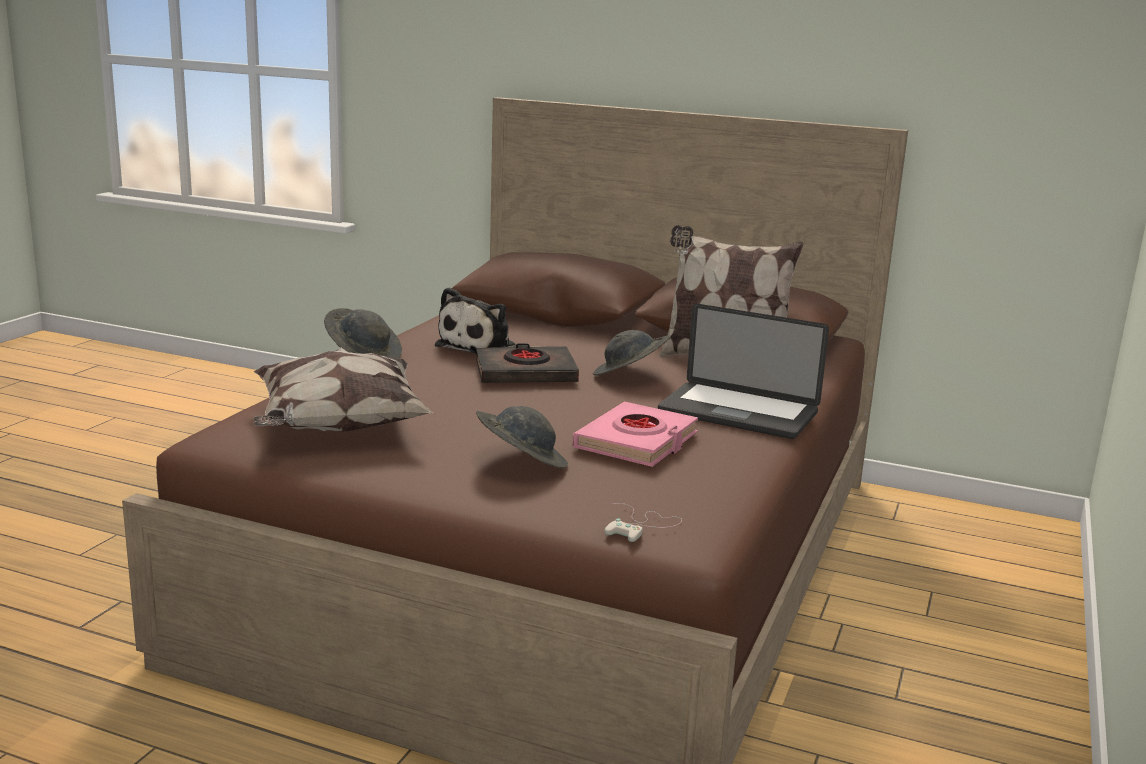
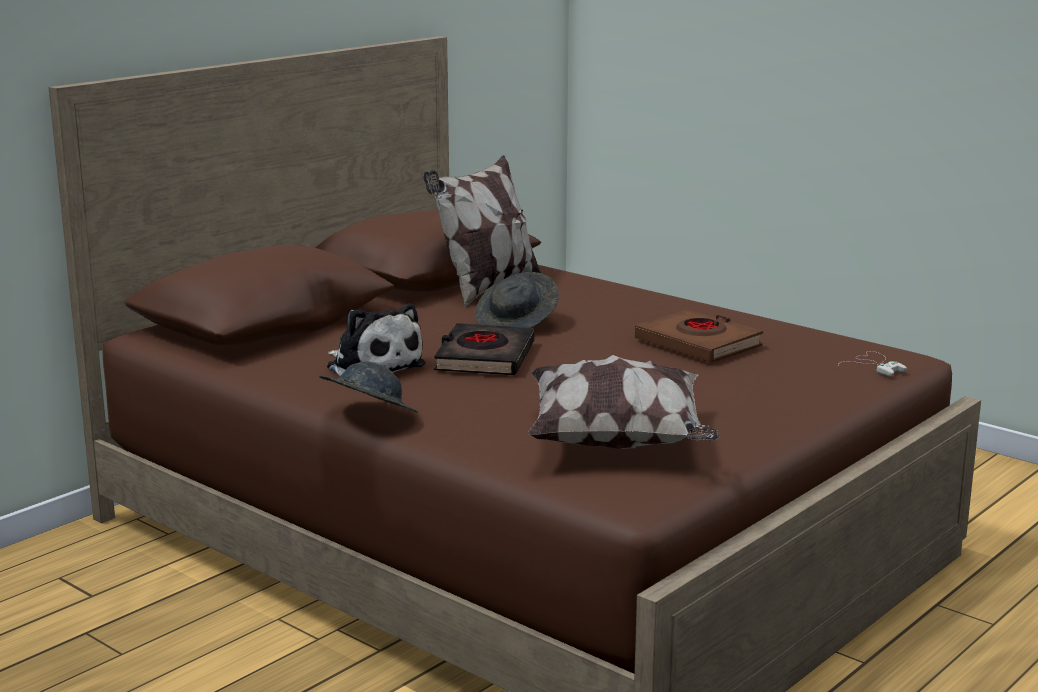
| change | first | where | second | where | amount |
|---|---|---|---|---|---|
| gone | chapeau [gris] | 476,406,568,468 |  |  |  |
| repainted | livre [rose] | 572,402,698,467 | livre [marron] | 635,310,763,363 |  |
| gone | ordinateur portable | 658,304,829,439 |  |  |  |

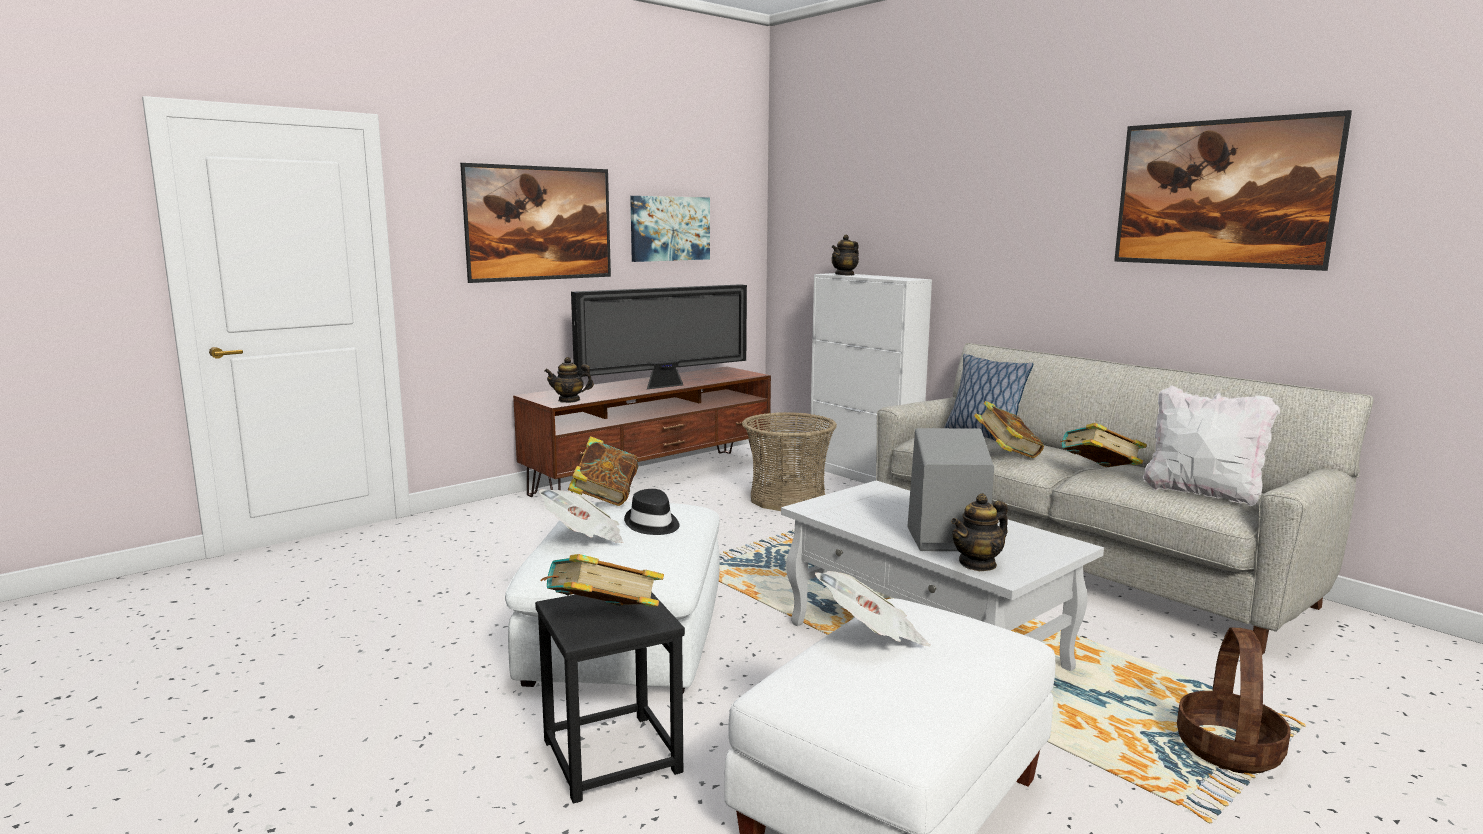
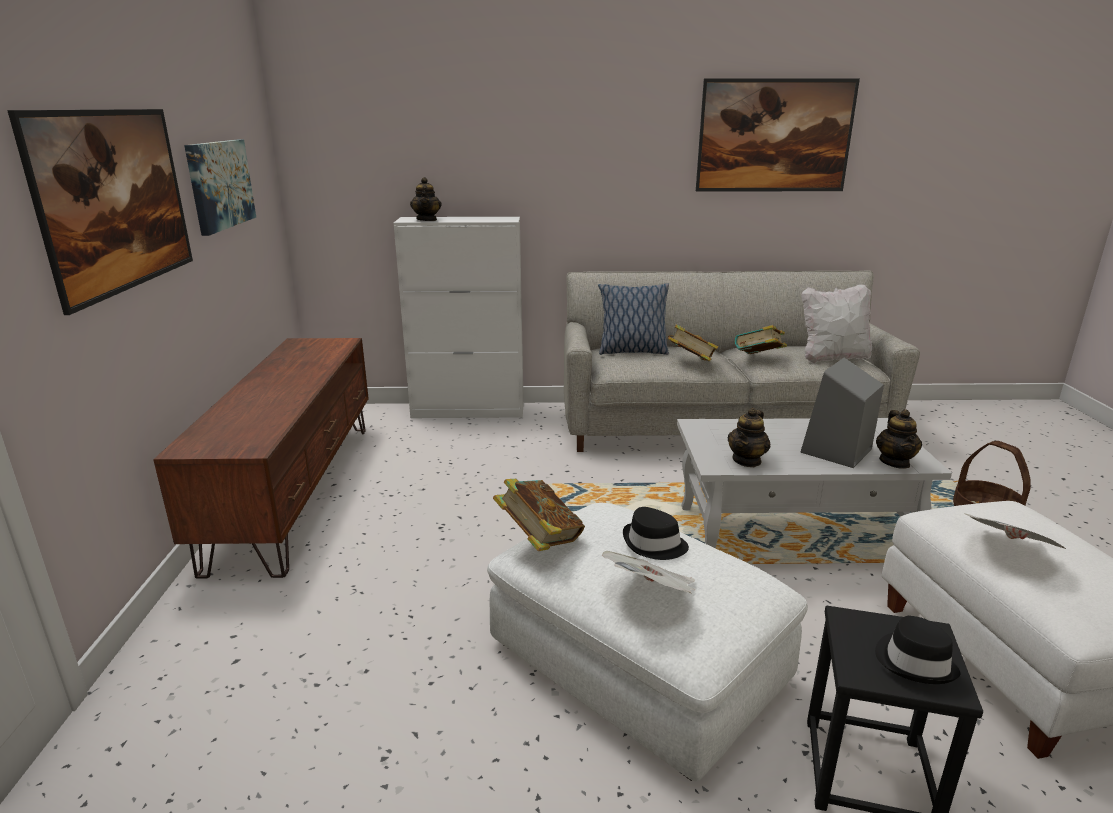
| change | first | where | second | where | amount |
|---|---|---|---|---|---|
| swapped | livre | 540,554,664,606 | chapeau [noir] | 875,616,960,684 |  |
| shifted | théière | 545,357,594,403 |  | 727,408,770,467 |  |
| gone | téléviseur | 571,284,747,389 |  |  |  |
| gone | panier | 742,412,837,511 |  |  |  |

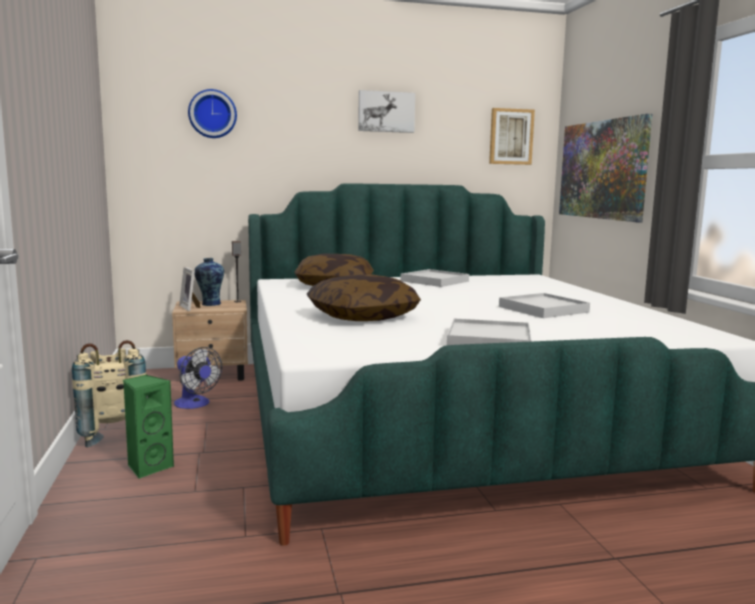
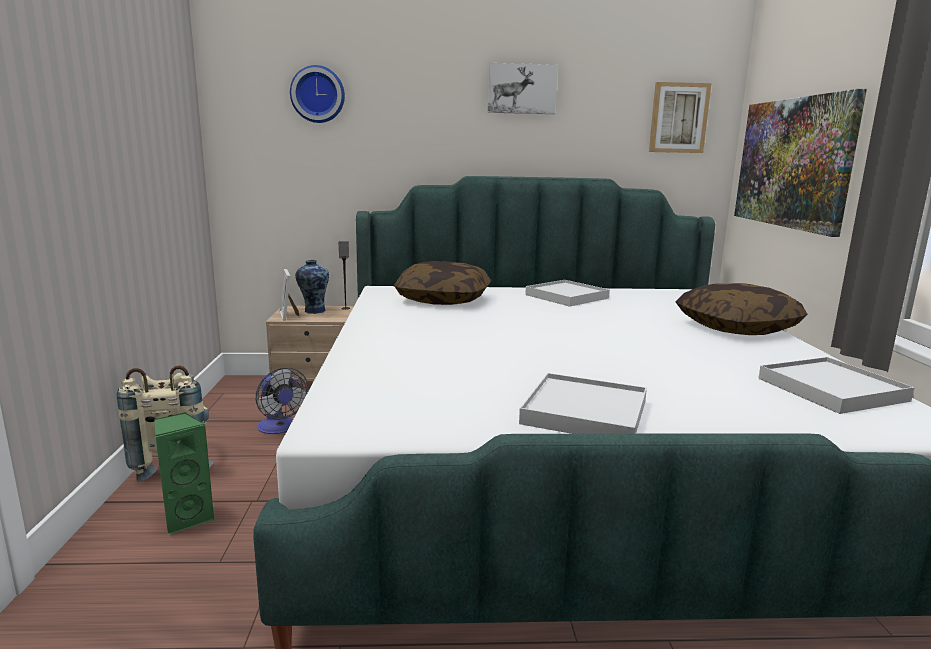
| change | first | where | second | where | amount |
|---|---|---|---|---|---|
| shifted | coussin | 307,274,421,321 |  | 675,283,807,335 |  |
| shifted | plateau [blanc] | 499,293,590,318 |  | 758,357,915,414 |  |

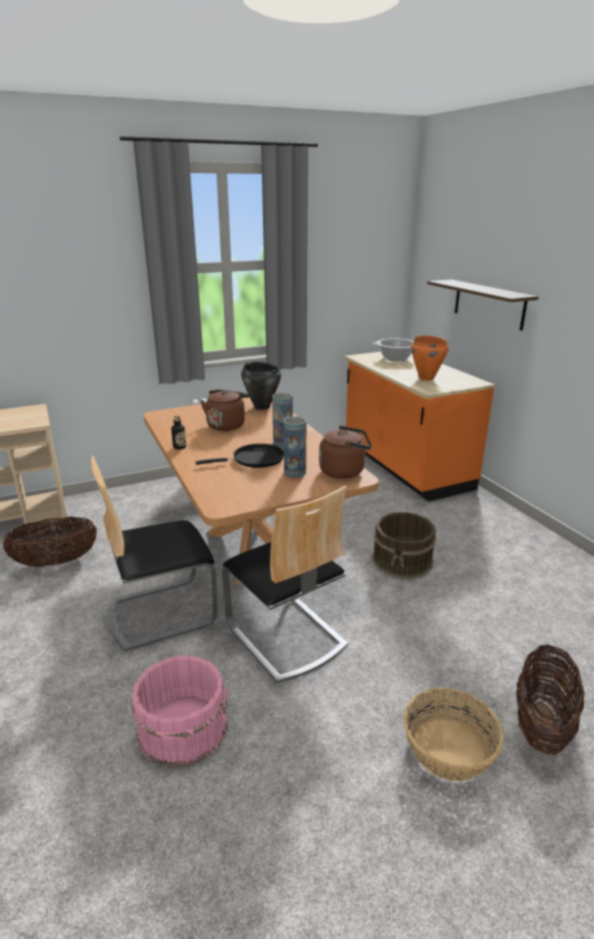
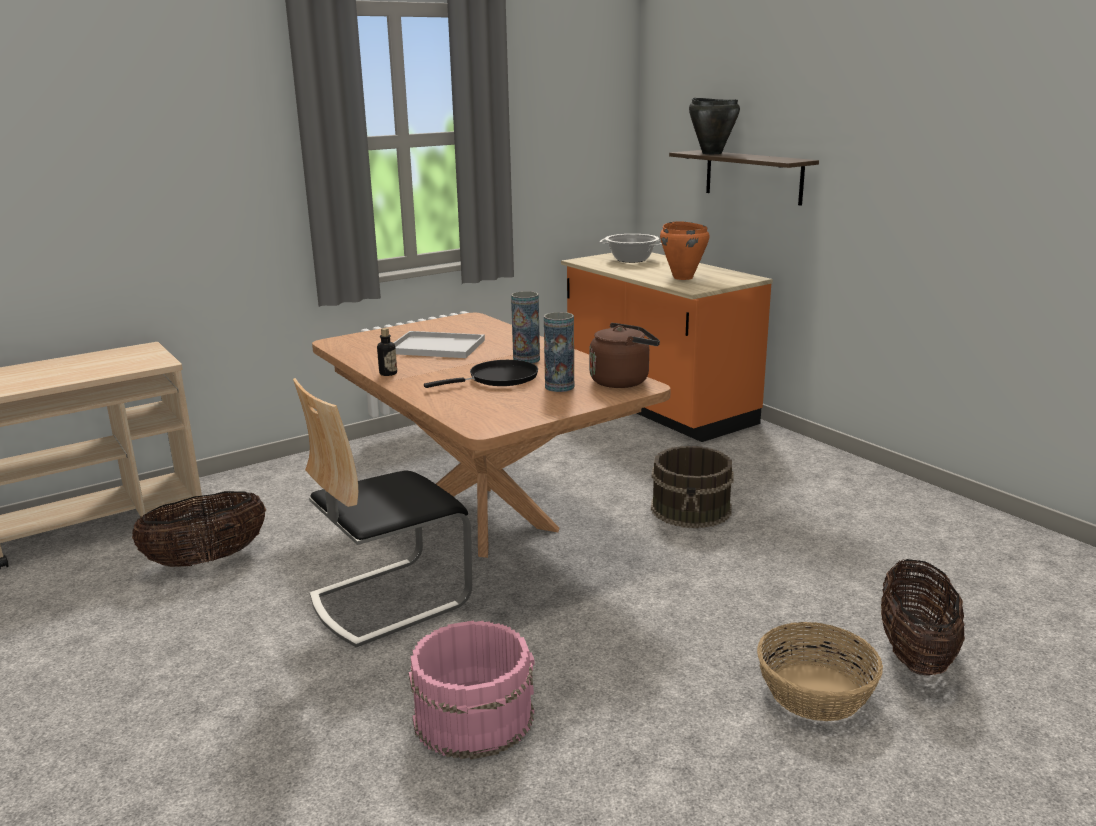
| change | first | where | second | where | amount |
|---|---|---|---|---|---|
| swapped | bouilloire [marron] | 200,390,250,431 | plateau [blanc] | 394,331,485,358 |  |
| gone | chaise | 222,486,348,683 |  |  |  |
| shifted | marmite [noir] | 241,362,281,410 |  | 689,98,740,154 |  |

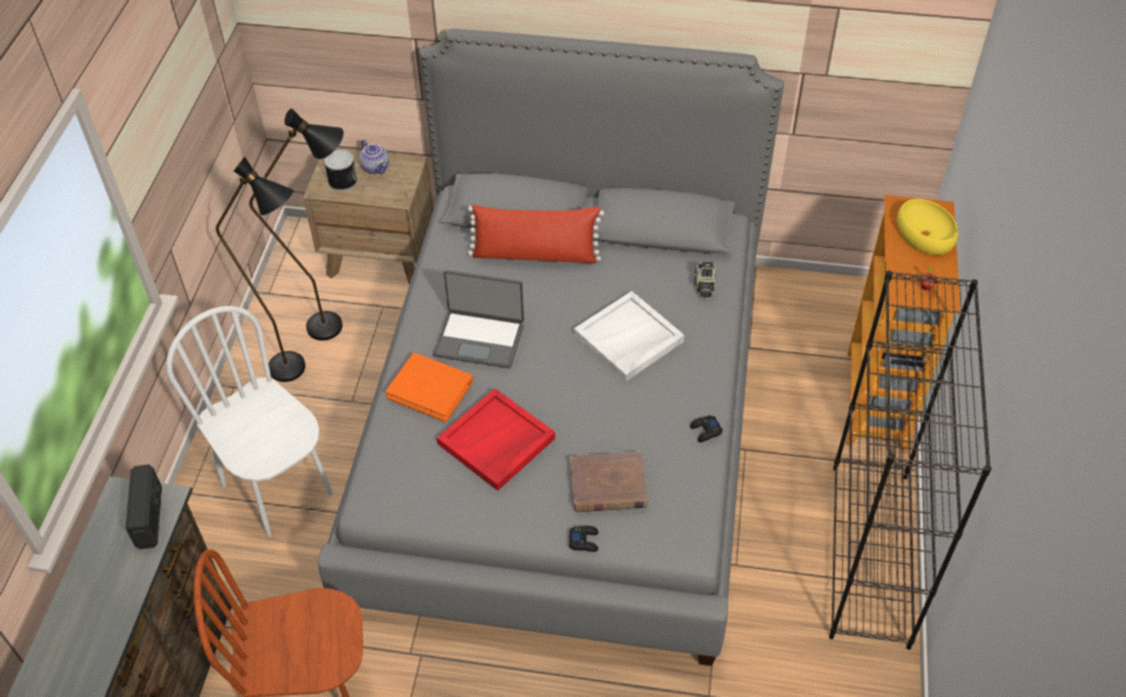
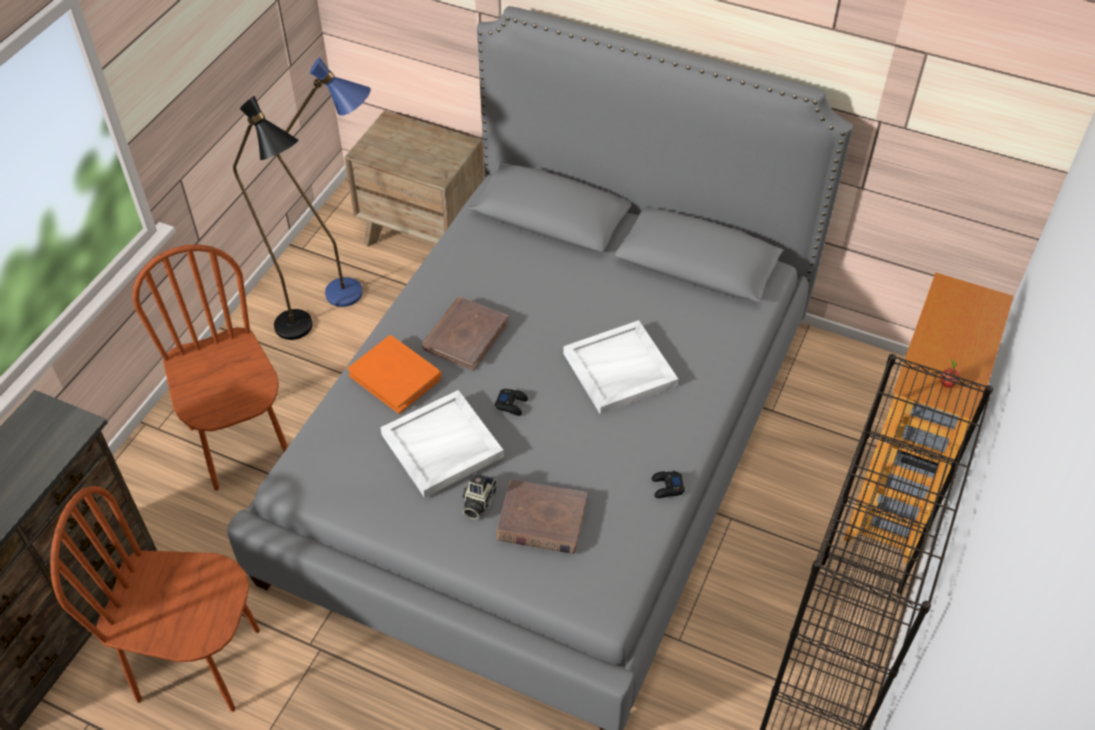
| change | first | where | second | where | amount |
|---|---|---|---|---|---|
| gone | radio | 125,464,162,549 |  |  |  |
| repainted | chaise [blanc] | 166,306,333,537 | chaise [marron] | 132,244,288,491 |  |
| repainted | lampadaire [noir] | 249,108,344,341 | lampadaire [bleu] | 276,57,371,307 |  |
| gone | boîte métallique | 324,149,358,191 |  |  |  |
| gone | théière | 359,139,389,174 |  |  |  |
| swapped | ordinateur portable | 433,270,524,368 | livre [marron] | 422,297,508,371 |  |
| repainted | plateau [rouge] | 437,388,555,491 | plateau [blanc] | 380,390,504,498 |  |
| gone | coussin [rouge] | 468,204,604,263 |  |  |  |
| shifted | manette [noir] | 569,526,598,552 |  | 495,389,528,416 |  |
| shifted | appareil photo | 694,262,716,299 |  | 462,473,497,519 |  |
| gone | bol [jaune] | 897,199,958,255 |  |  |  |

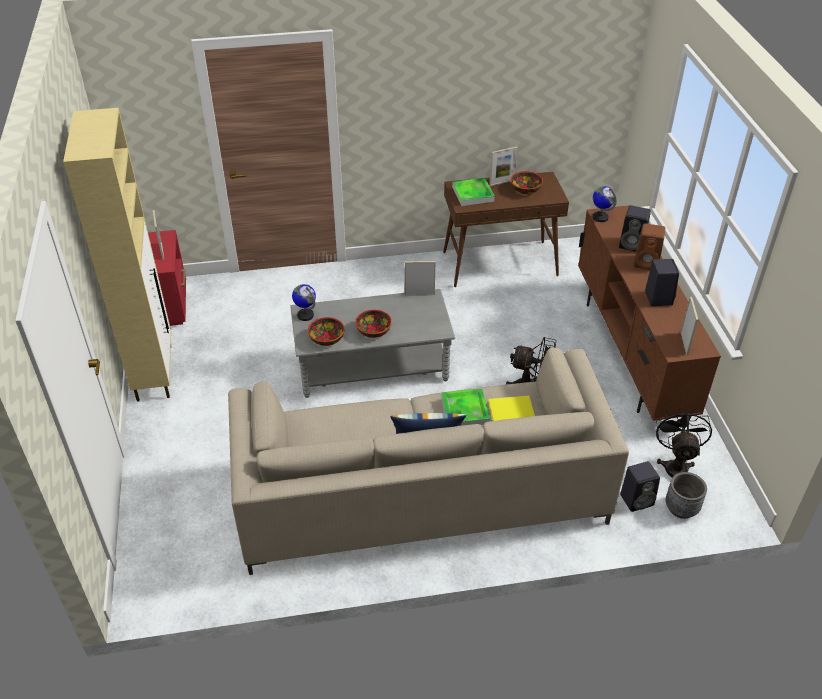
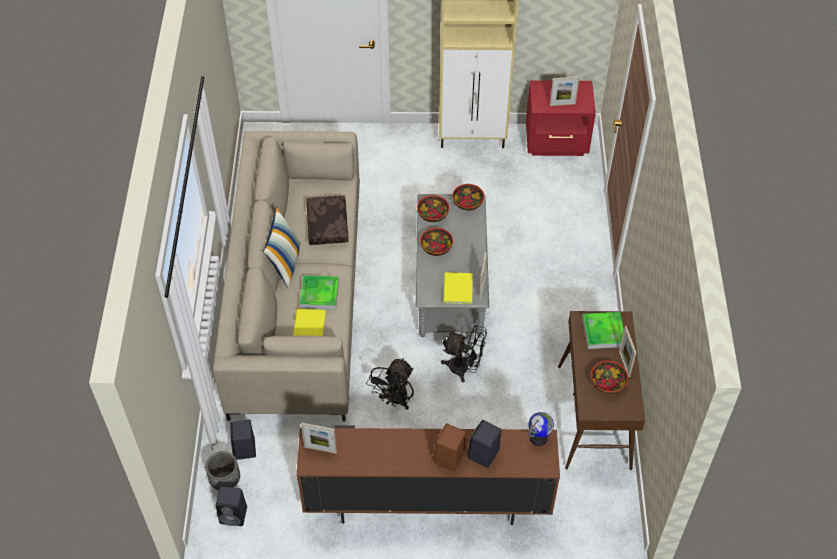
| change | first | where | second | where | amount |
|---|---|---|---|---|---|
| swapped | globe | 292,284,316,321 | bol | 452,184,484,211 |  |
| shifted | enceinte [noir] | 645,259,679,306 |  | 216,486,247,526 |  |
| shifted | ventilateur [noir] | 656,406,712,477 |  | 441,325,487,382 |  |
| new |  |  | coussin [marron] | 306,195,349,245 |  |
| new |  |  | livre [jaune] | 443,272,473,304 |  |

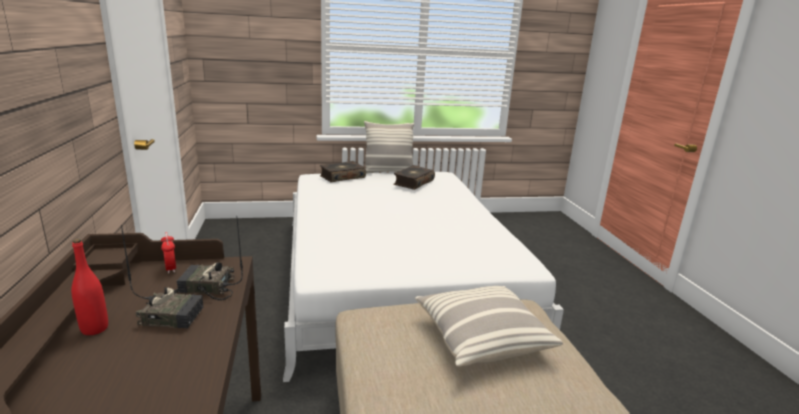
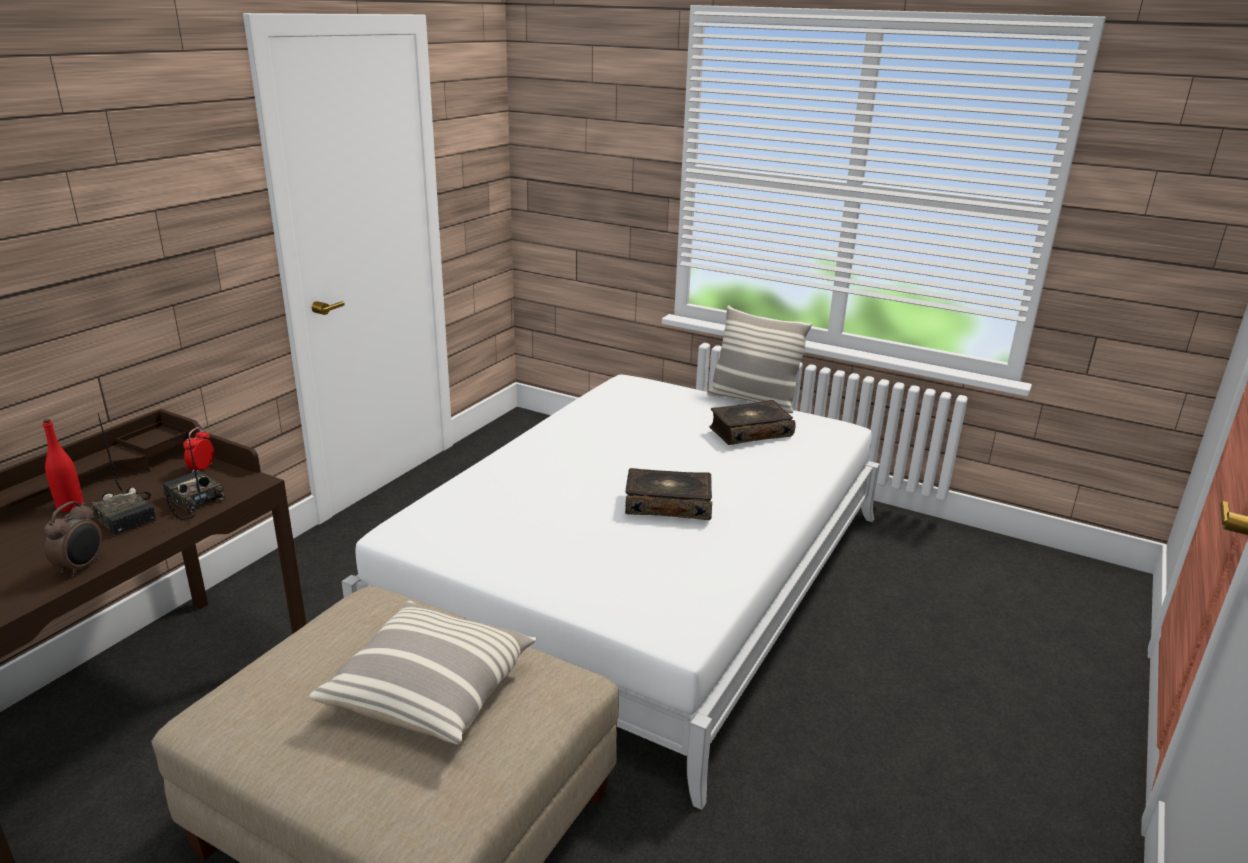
| change | first | where | second | where | amount |
|---|---|---|---|---|---|
| shifted | livre | 320,161,366,182 |  | 625,468,712,520 |  |
| new |  |  | réveil | 44,501,102,577 |  |

